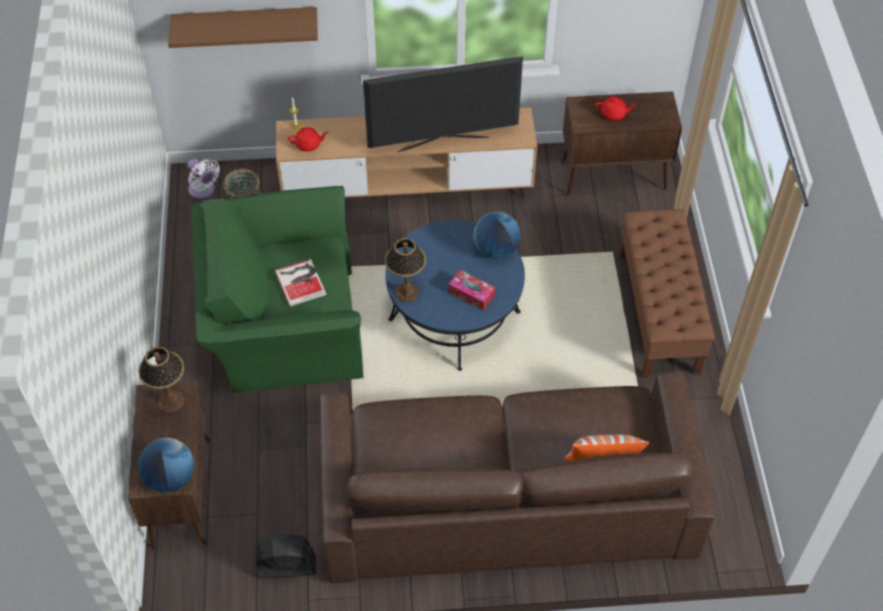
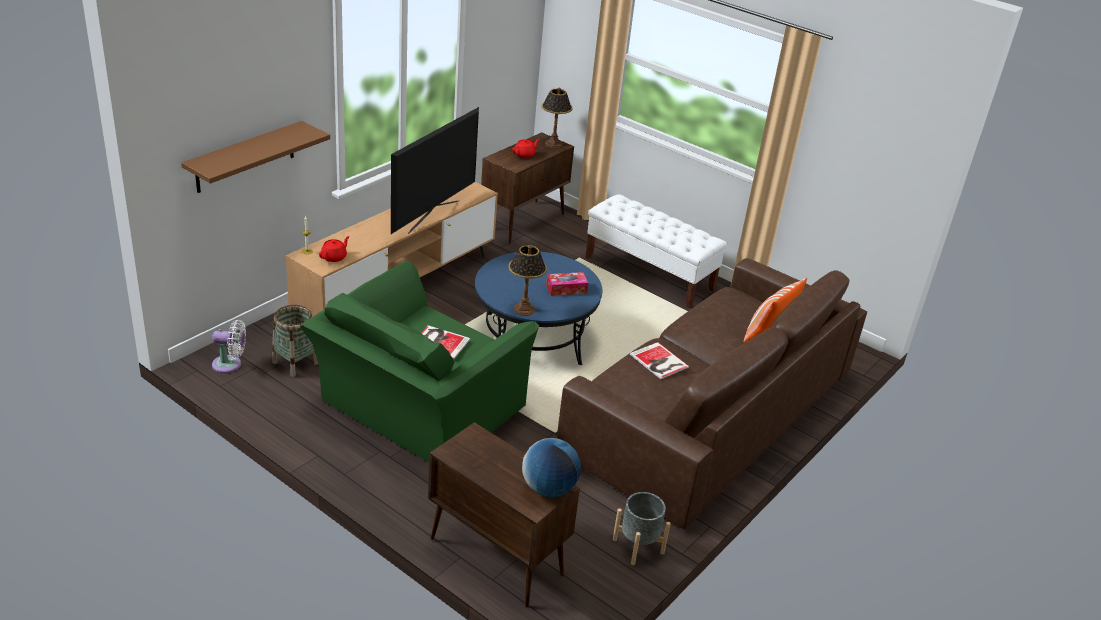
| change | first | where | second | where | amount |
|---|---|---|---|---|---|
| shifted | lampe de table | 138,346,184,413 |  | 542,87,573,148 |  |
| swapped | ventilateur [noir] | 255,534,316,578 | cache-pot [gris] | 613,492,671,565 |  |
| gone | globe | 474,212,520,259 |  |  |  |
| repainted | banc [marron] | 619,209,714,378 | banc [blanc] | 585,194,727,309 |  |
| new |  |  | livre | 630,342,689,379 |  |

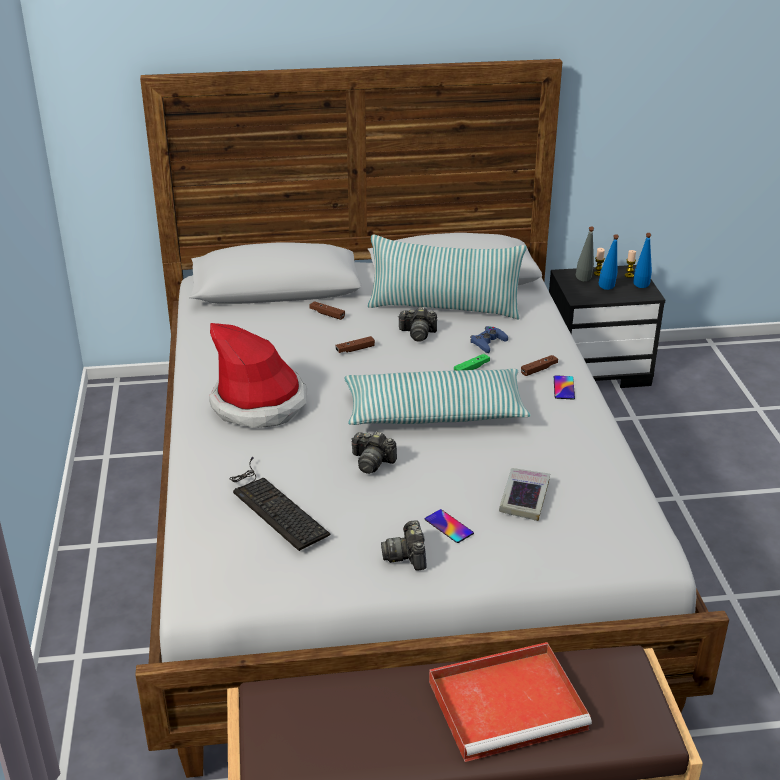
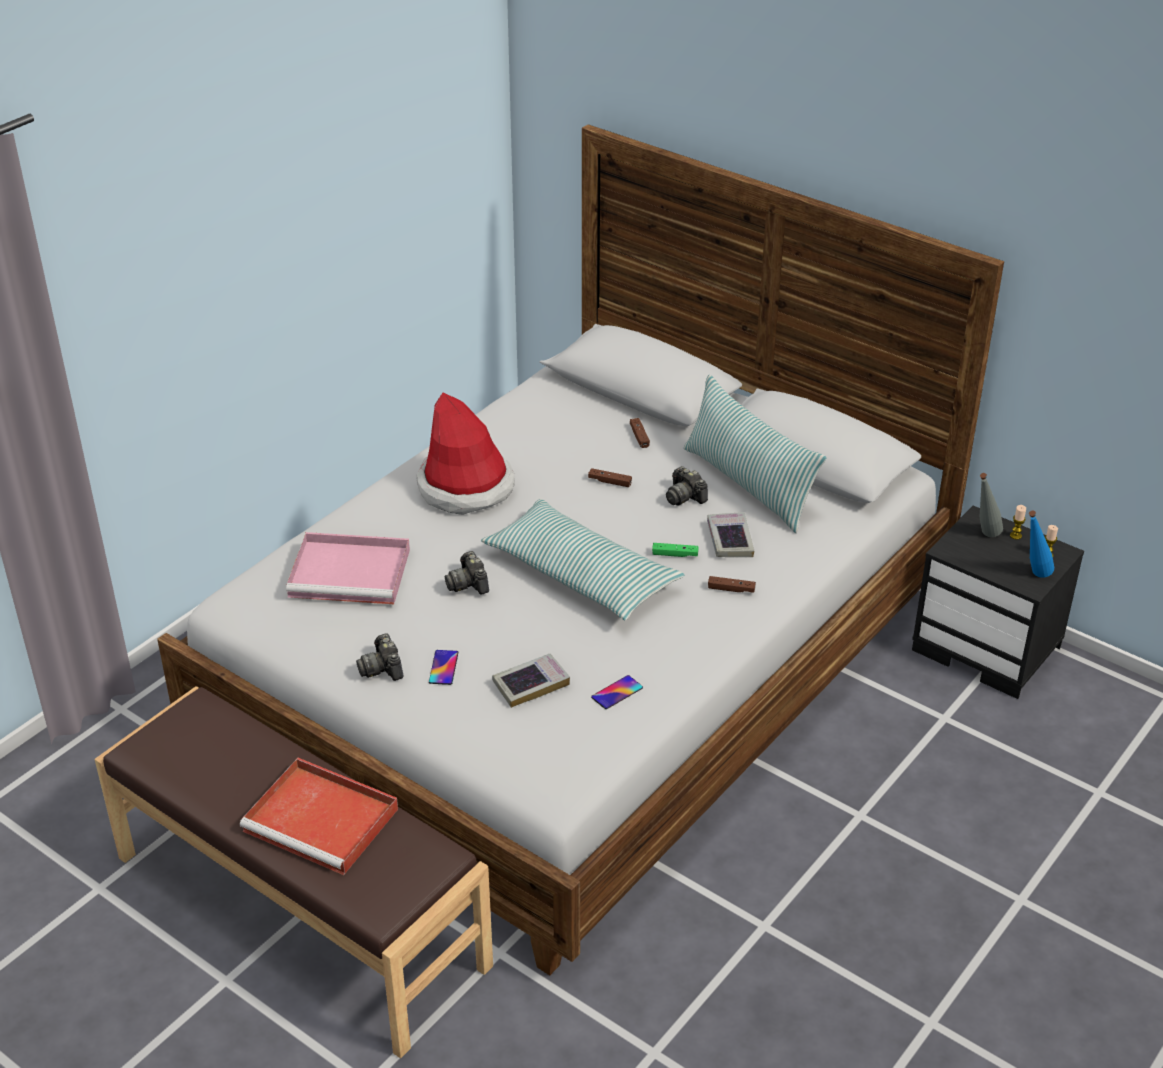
| change | first | where | second | where | amount |
|---|---|---|---|---|---|
| swapped | clavier | 230,457,330,551 | plateau [rose] | 286,532,410,604 |  |
| rotated | appareil photo | 381,520,427,571 |  | 356,633,403,681 | 60 degrees counterclockwise |
| swapped | manette [bleu] | 470,326,508,353 | livre | 707,512,754,557 |  |
| shifted | téléphone | 554,375,575,399 |  | 591,675,643,709 |  |
| gone | bouteille [bleu] | 599,234,619,290 |  |  |  |

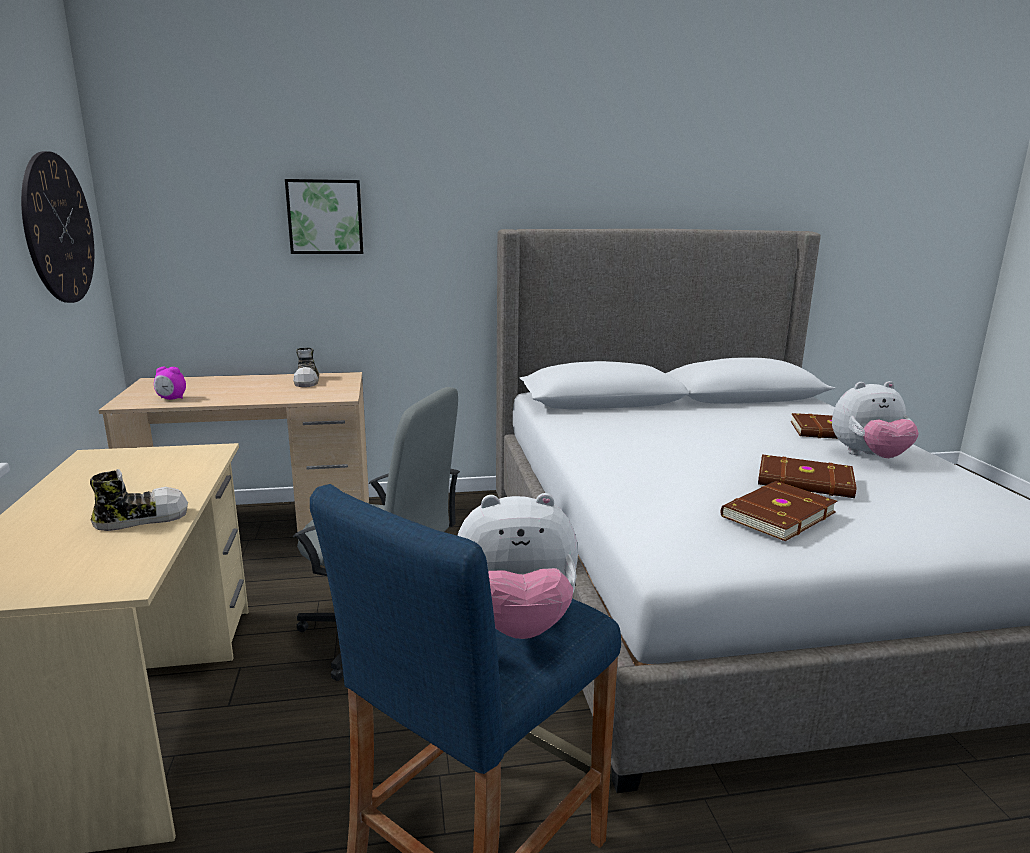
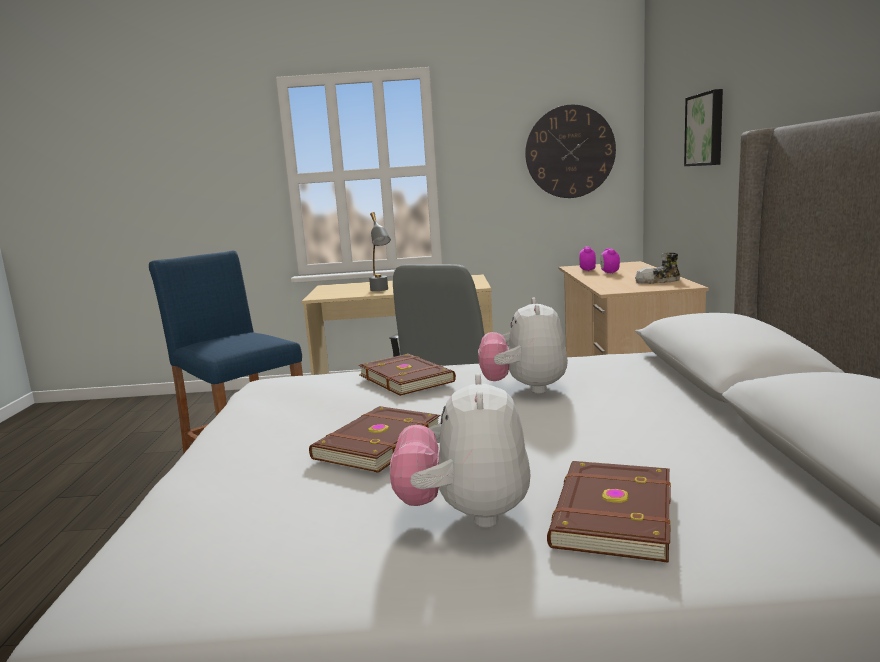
| change | first | where | second | where | amount |
|---|---|---|---|---|---|
| swapped | chaussure | 90,469,188,531 | lampe de table [gris] | 369,212,391,291 |  |
| shifted | peluche | 458,493,578,639 |  | 478,297,568,394 |  |
| shifted | livre [marron] | 721,481,837,541 |  | 359,354,456,396 |  |
| new |  |  | réveil | 600,248,620,274 |  |

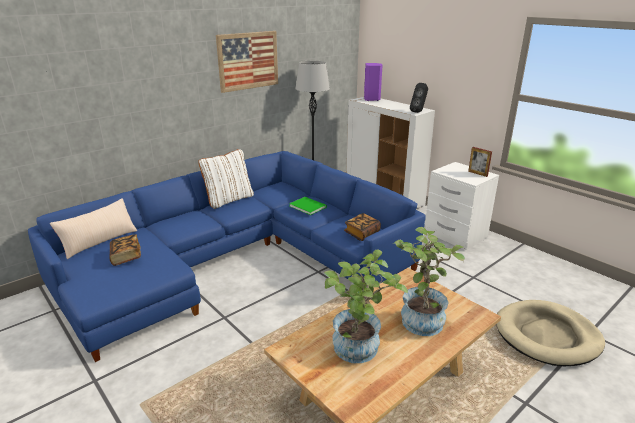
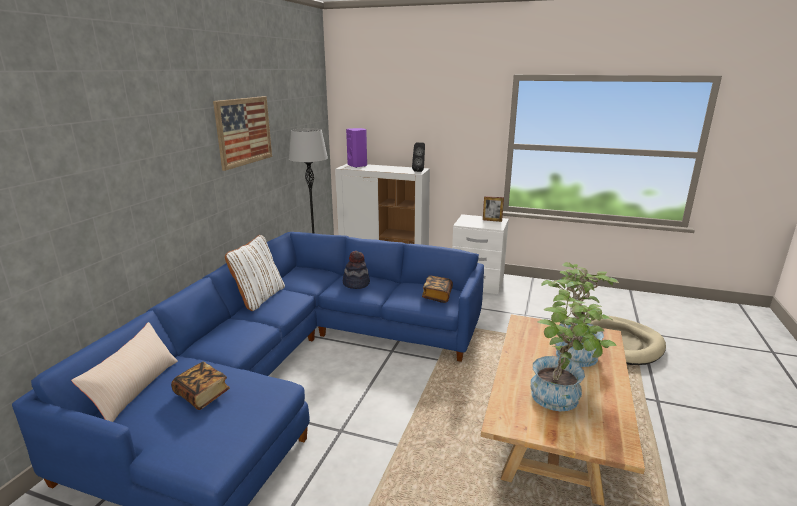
| change | first | where | second | where | amount |
|---|---|---|---|---|---|
| swapped | livre [vert] | 289,197,327,215 | chapeau | 343,251,370,289 |  |

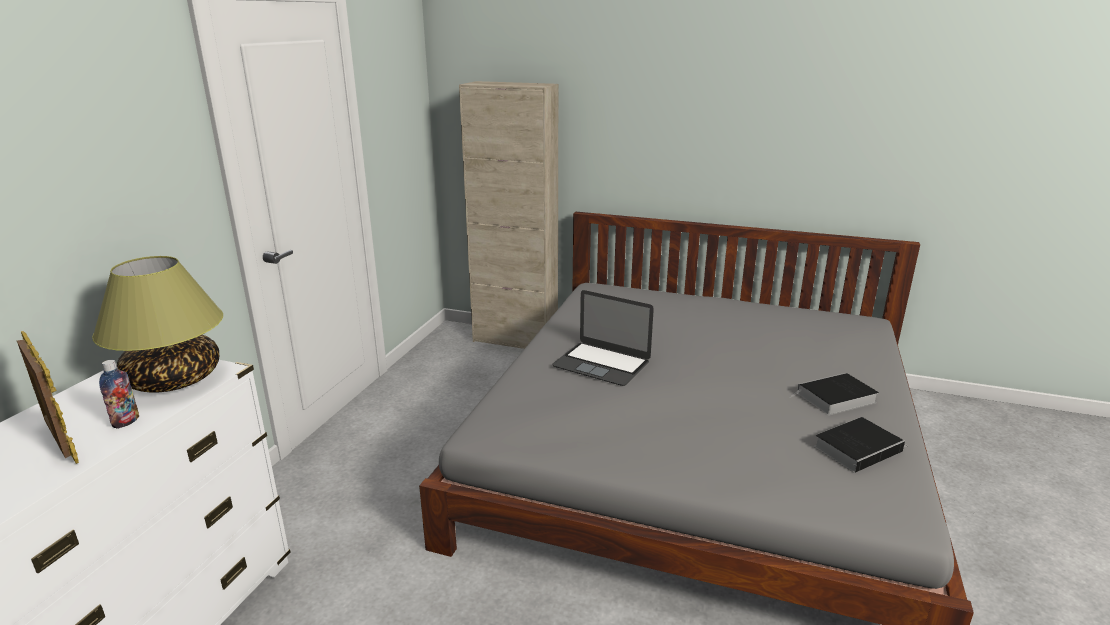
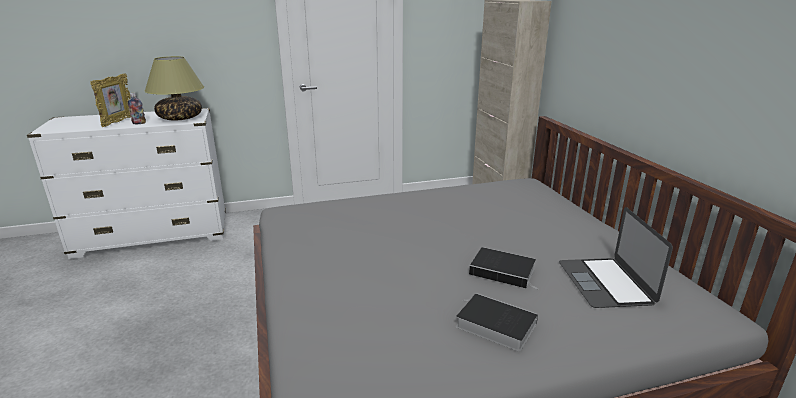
| change | first | where | second | where | amount |
|---|---|---|---|---|---|
| shifted | ordinateur portable | 552,290,654,386 |  | 559,207,673,308 |  |
| shifted | livre | 814,417,906,473 |  | 469,247,539,290 |  |

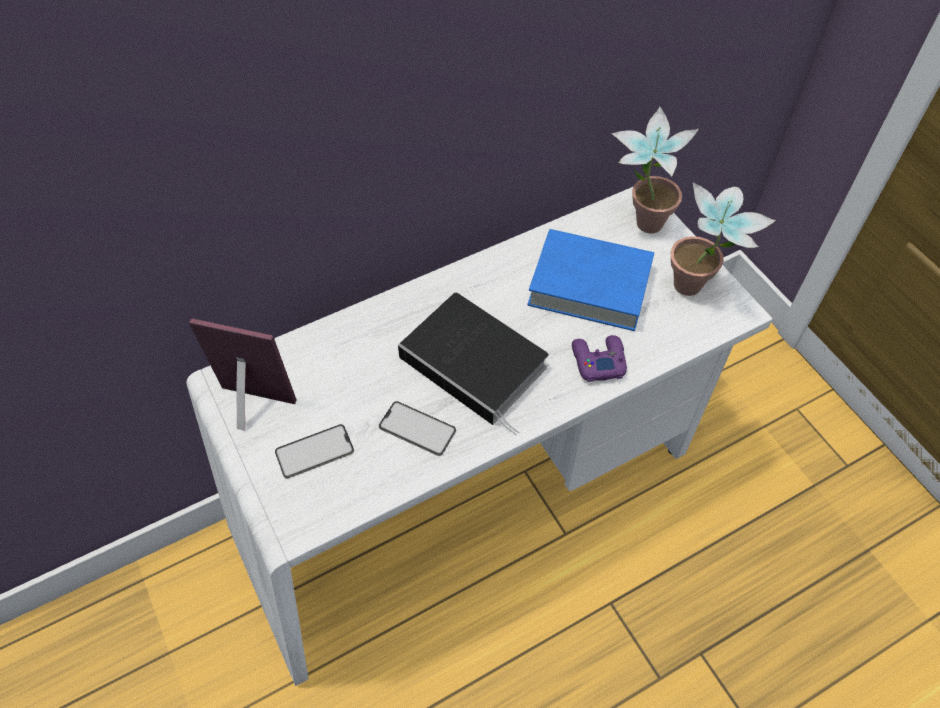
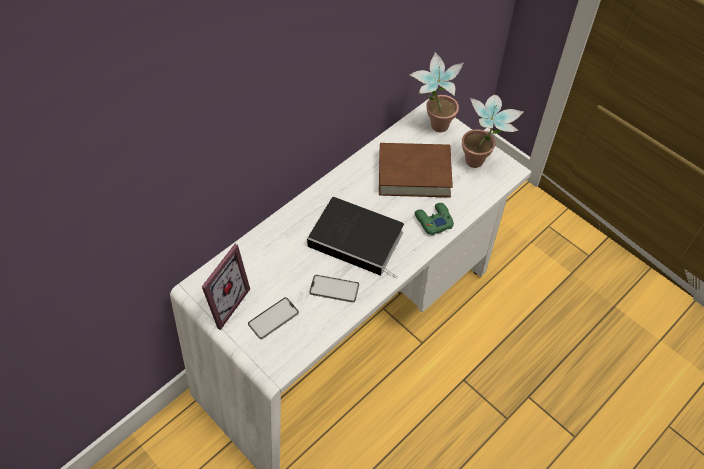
| change | first | where | second | where | amount |
|---|---|---|---|---|---|
| rotated | cadre photo | 189,318,297,431 |  | 202,244,250,330 | 120 degrees clockwise |
| repainted | livre [bleu] | 527,229,654,331 | livre [marron] | 379,143,453,198 |  |
| repainted | manette [violet] | 572,335,627,382 | manette [vert] | 415,203,454,235 |  |

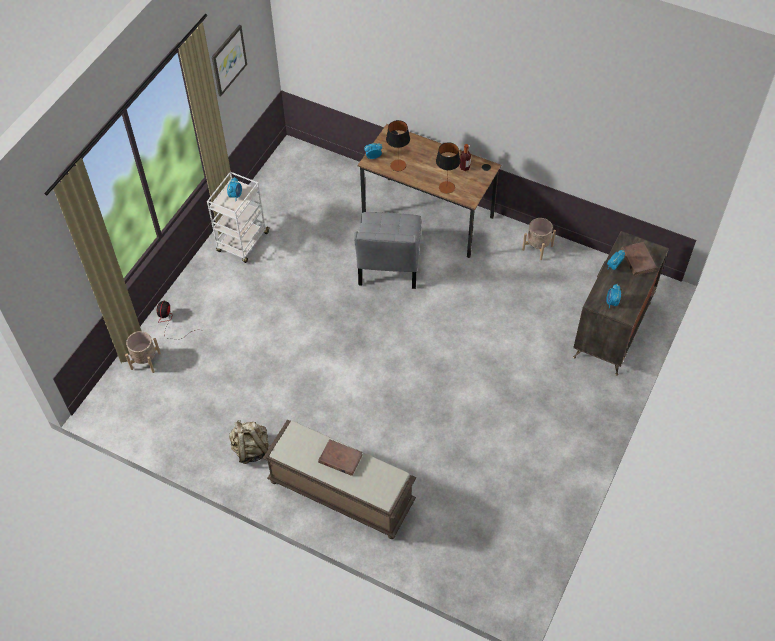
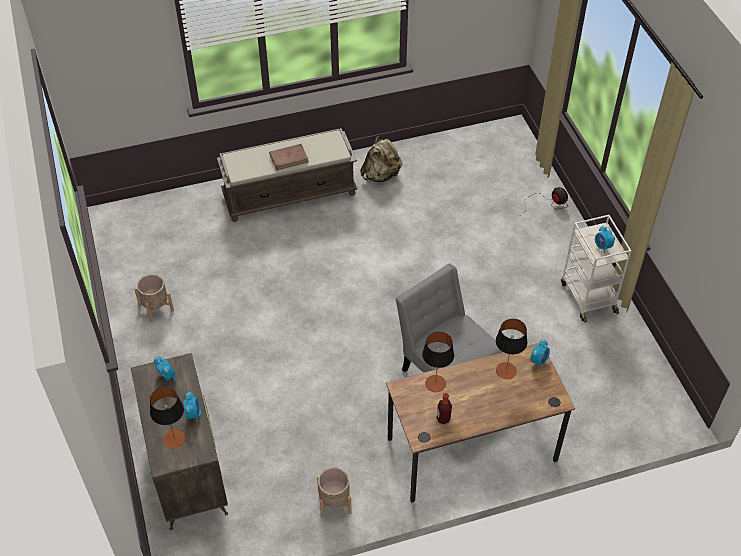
| change | first | where | second | where | amount |
|---|---|---|---|---|---|
| shifted | cache-pot [beige] | 125,331,161,373 |  | 134,274,174,323 |  |
| gone | tableau | 212,25,247,97 |  |  |  |
| swapped | livre [marron] | 621,242,657,276 | lampe de table | 150,387,186,448 |  |

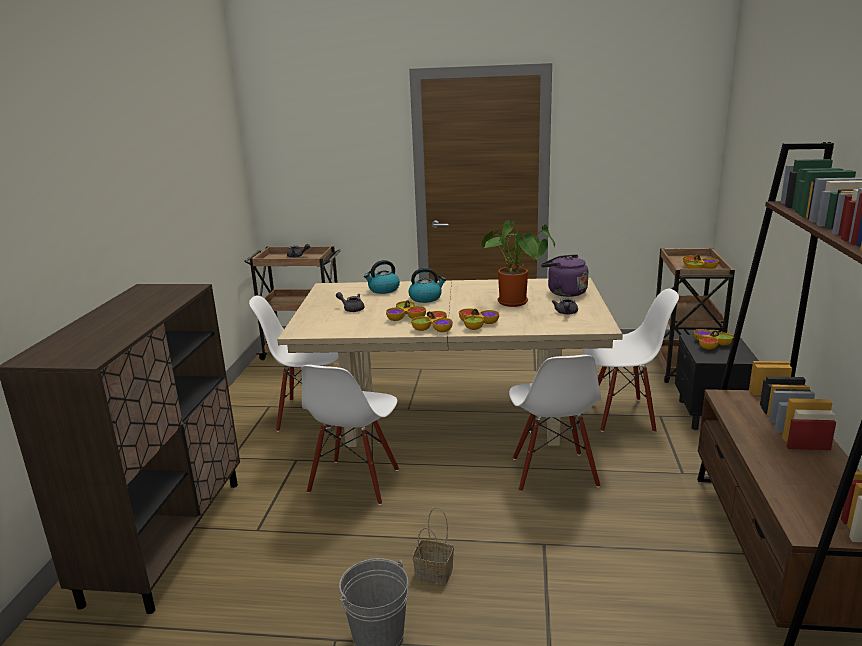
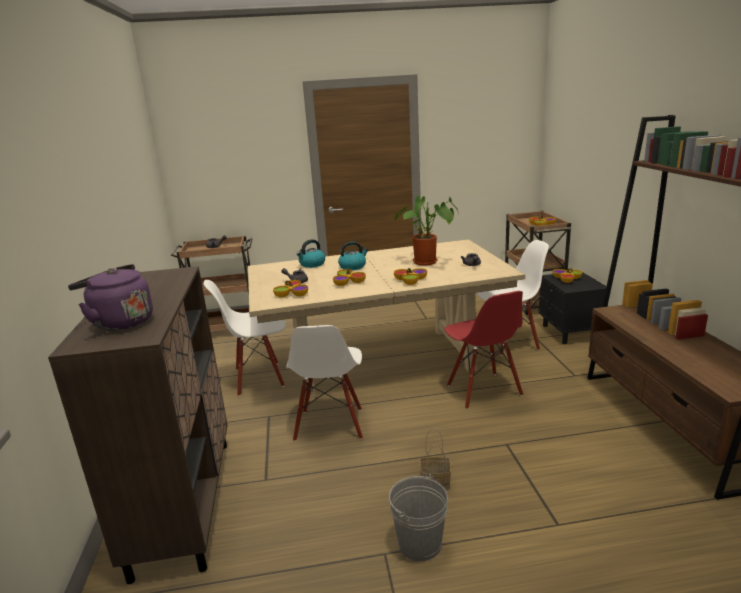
| change | first | where | second | where | amount |
|---|---|---|---|---|---|
| shifted | bol | 411,311,453,332 |  | 273,280,308,297 |  |
| repainted | chaise [blanc] | 509,355,602,492 | chaise [rouge] | 444,291,523,409 |  |
| shifted | bouilloire [violet] | 541,254,588,297 |  | 68,264,153,331 |  |

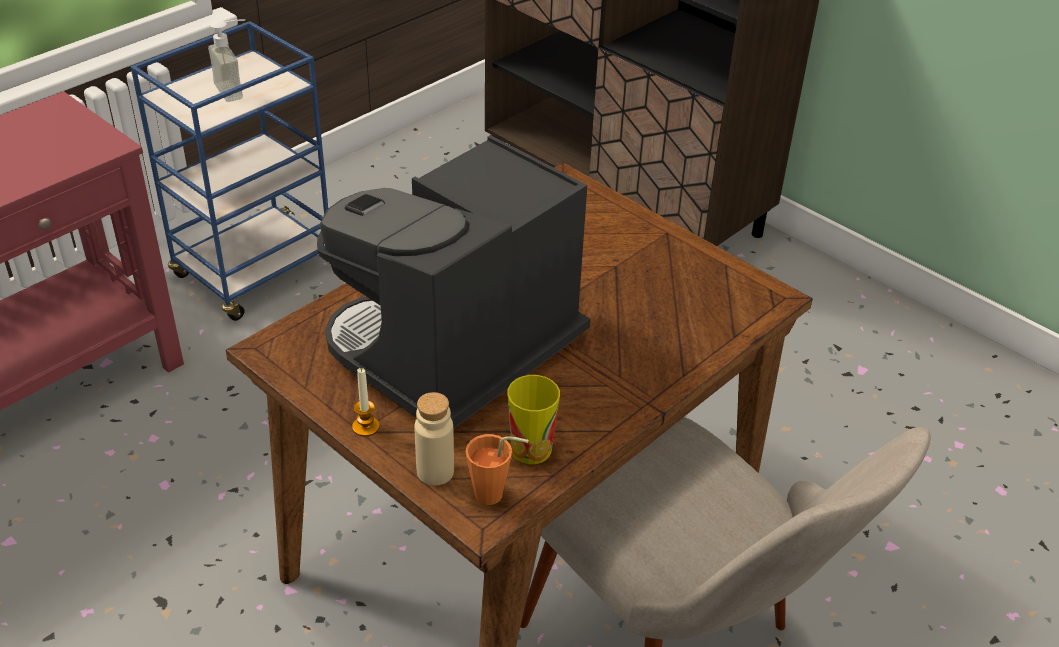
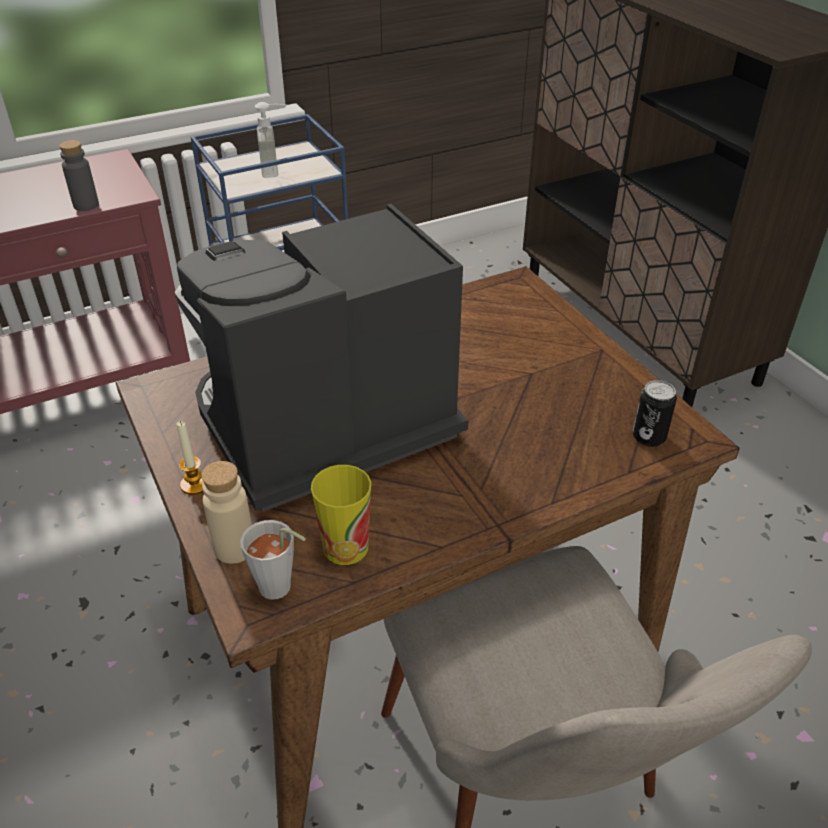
| change | first | where | second | where | amount |
|---|---|---|---|---|---|
| repainted | tasse [orange] | 466,434,529,505 | tasse [gris] | 240,520,306,600 |  |
| new |  |  | bouteille [gris] | 59,140,99,211 |  |
| new |  |  | boîte métallique | 633,380,677,447 |  |

